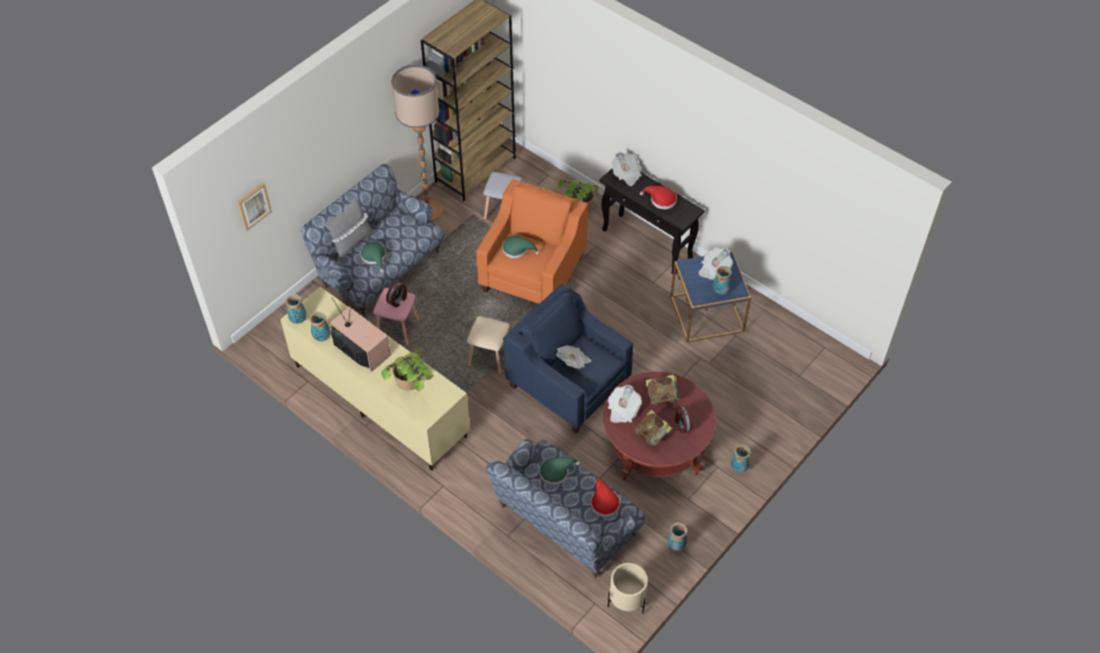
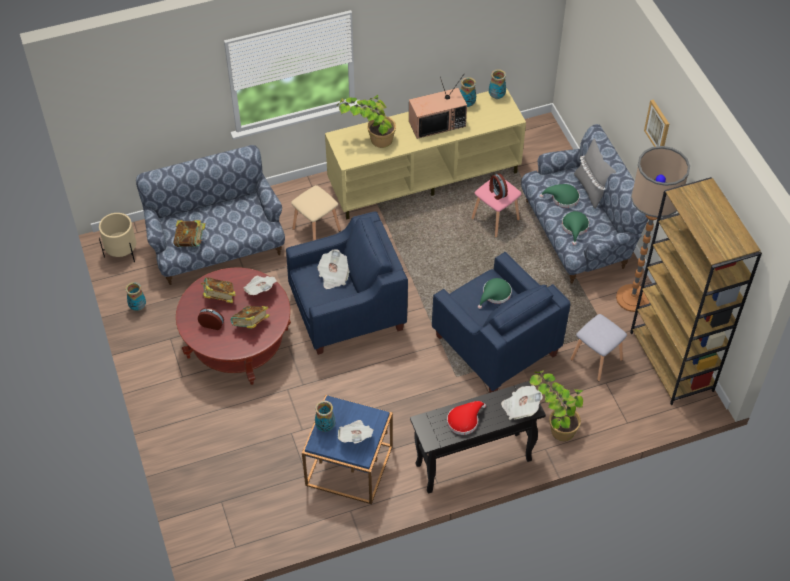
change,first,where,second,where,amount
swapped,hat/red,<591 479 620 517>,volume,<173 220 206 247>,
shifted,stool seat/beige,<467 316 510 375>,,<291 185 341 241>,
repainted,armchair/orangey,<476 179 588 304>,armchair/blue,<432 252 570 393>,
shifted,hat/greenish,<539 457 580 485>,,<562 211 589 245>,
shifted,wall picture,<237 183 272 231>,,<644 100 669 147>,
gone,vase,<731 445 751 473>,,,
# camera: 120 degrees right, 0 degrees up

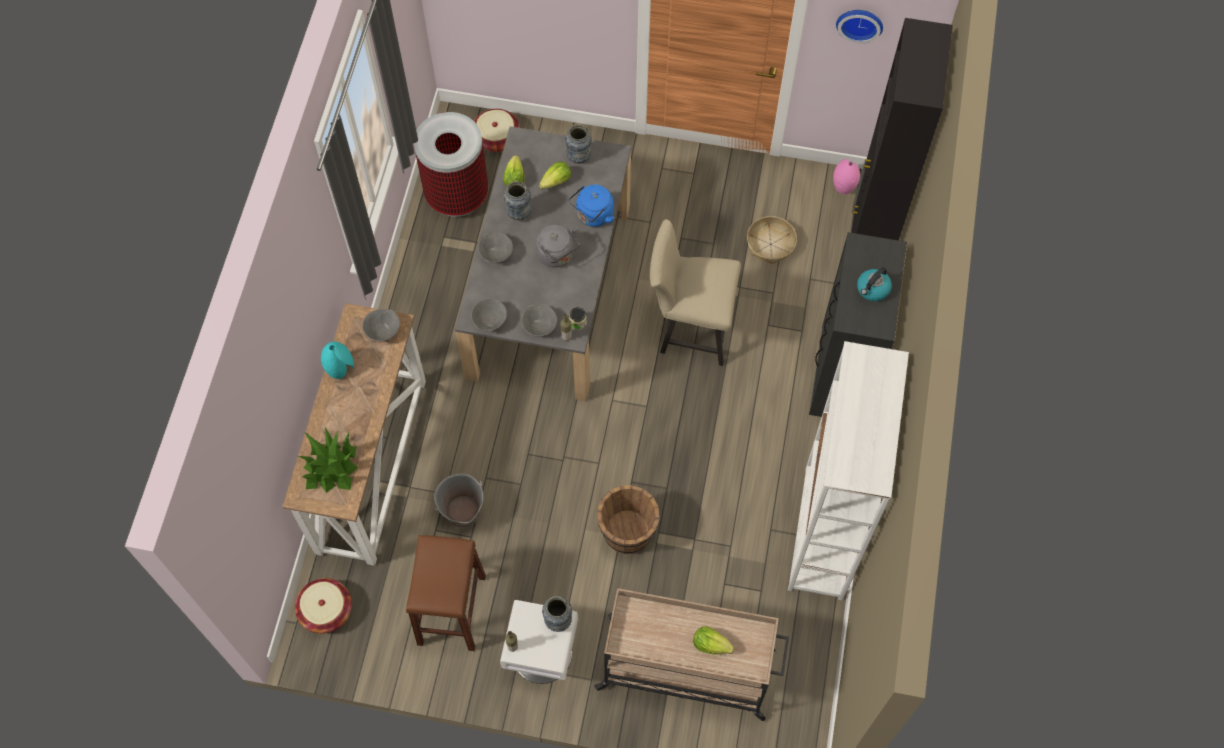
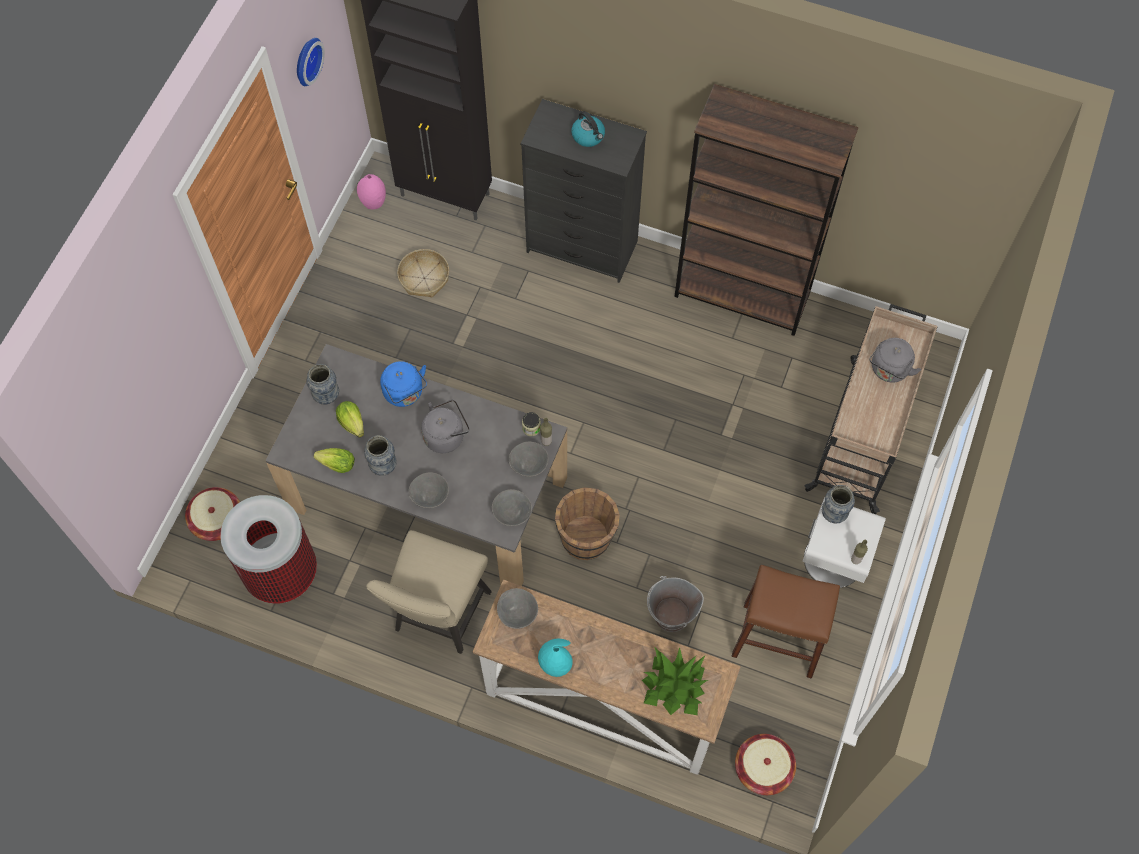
change,first,where,second,where,amount
shifted,plain chair/beige,<650 219 741 366>,,<366 530 492 654>,
shifted,bucket/brown-coloured,<597 485 660 554>,,<555 487 620 560>,
repainted,shelving unit/white-coloured,<788 341 909 601>,shelving unit/brown-coloured,<674 84 859 336>,
swapped,lettuce,<693 626 734 655>,tea kettle/grey,<869 338 921 383>,
# camera: 80 degrees left, 0 degrees up

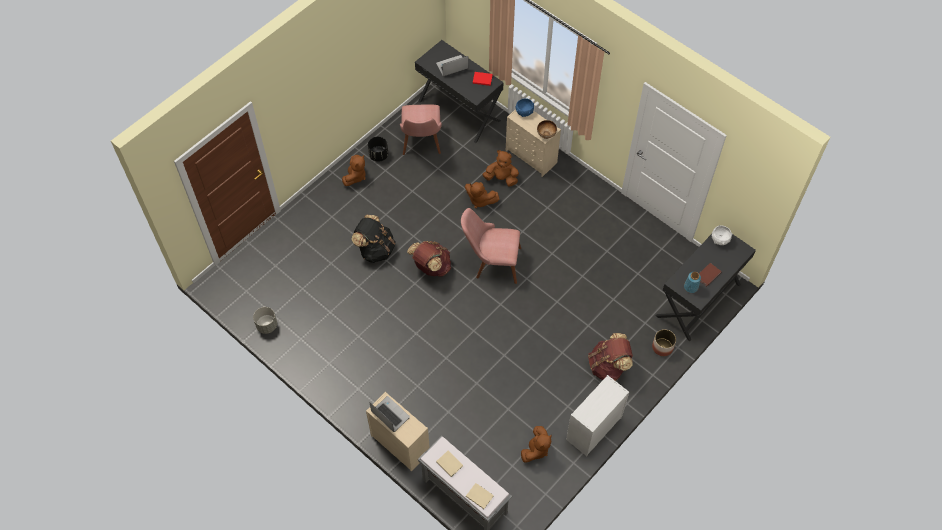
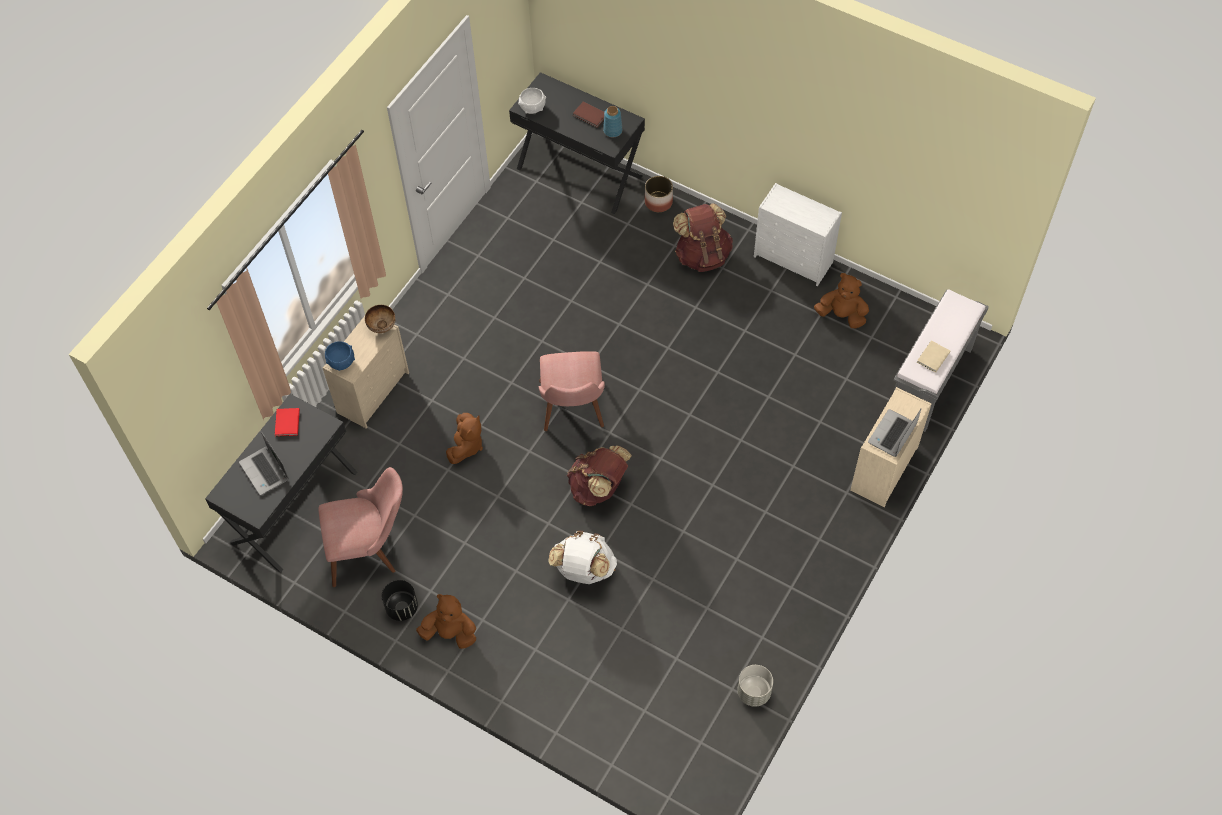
change,first,where,second,where,amount
repainted,backpack/blackish,<351 215 396 263>,backpack/white-coloured,<548 530 617 584>,
gone,volume/beige,<466 483 494 509>,,,
gone,soft toy/brown-coloured,<482 150 519 186>,,,
# camera: 100 degrees left, 0 degrees up

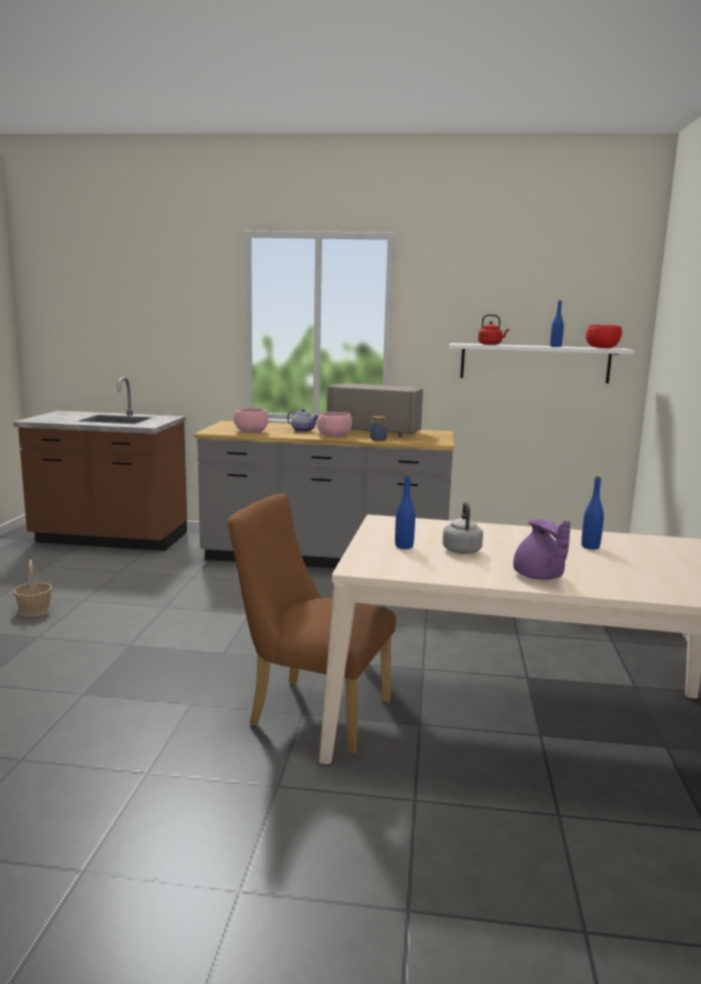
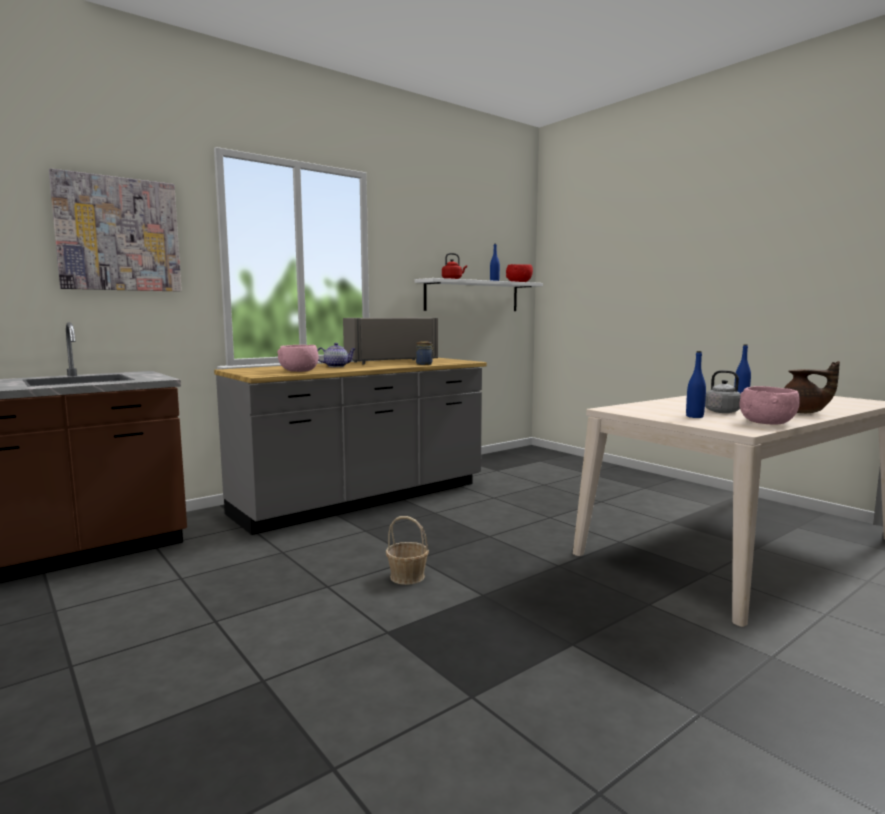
change,first,where,second,where,amount
new,,,wall picture,<49 168 182 292>,
shifted,storage basket,<13 560 52 617>,,<386 516 429 585>,
shifted,deep dish/pink-coloured,<317 412 352 437>,,<740 386 800 425>,
repainted,tea pot/purple-coloured,<513 520 570 580>,tea pot/brown-coloured,<784 361 840 413>,
gone,plain chair/brown-coloured,<228 494 396 754>,,,
# camera: 45 degrees left, 5 degrees down

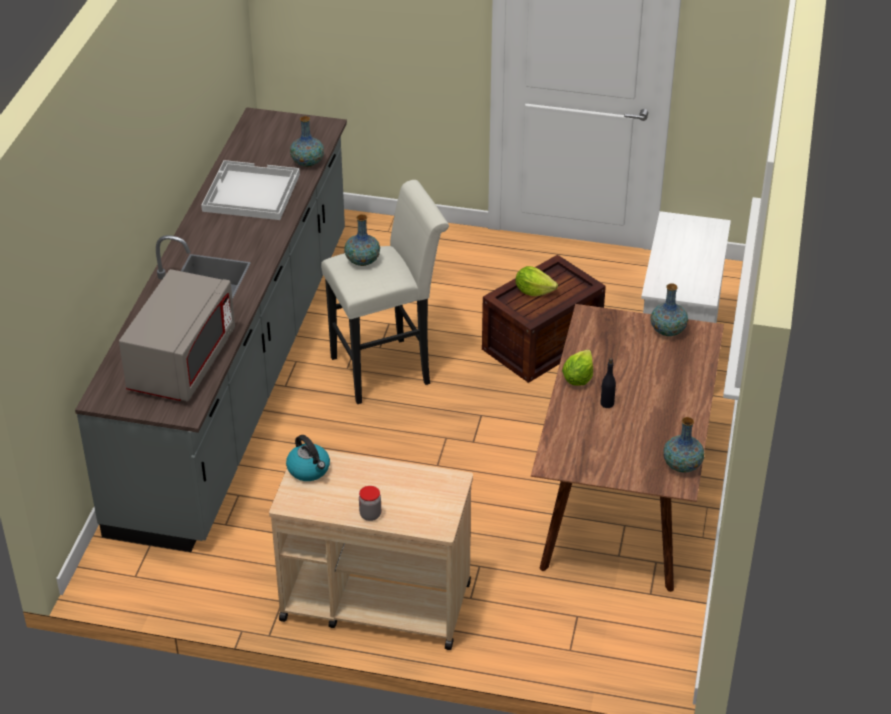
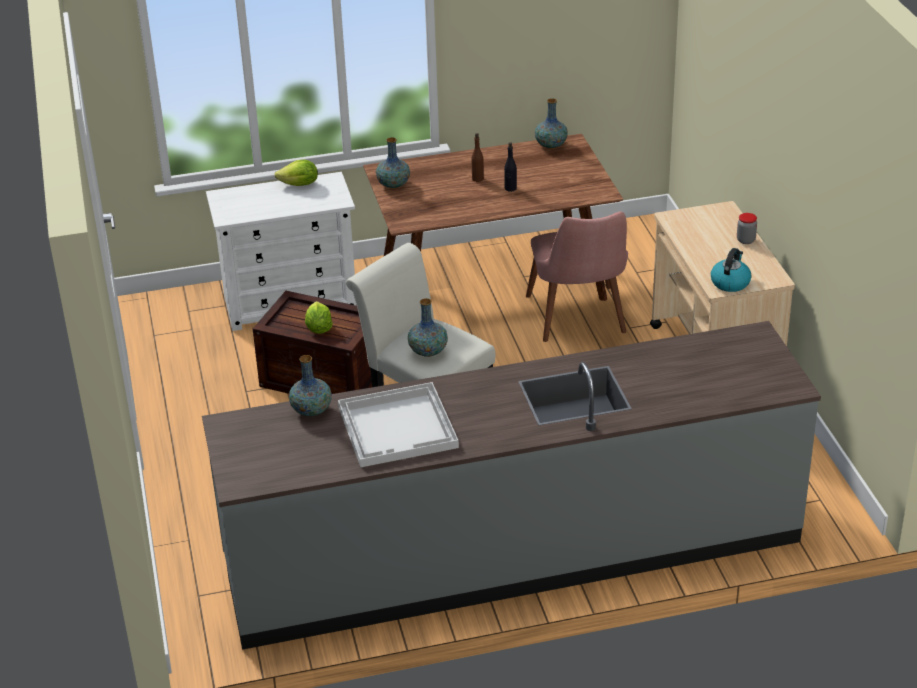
change,first,where,second,where,amount
shifted,lettuce,<562 349 593 386>,,<275 160 318 186>,
new,,,bottle/brown-coloured,<472 133 484 182>,
new,,,plain chair/pink-coloured,<526 211 628 342>,
gone,microwave/grey,<119 269 235 401>,,,
# camera: 115 degrees left, 5 degrees down

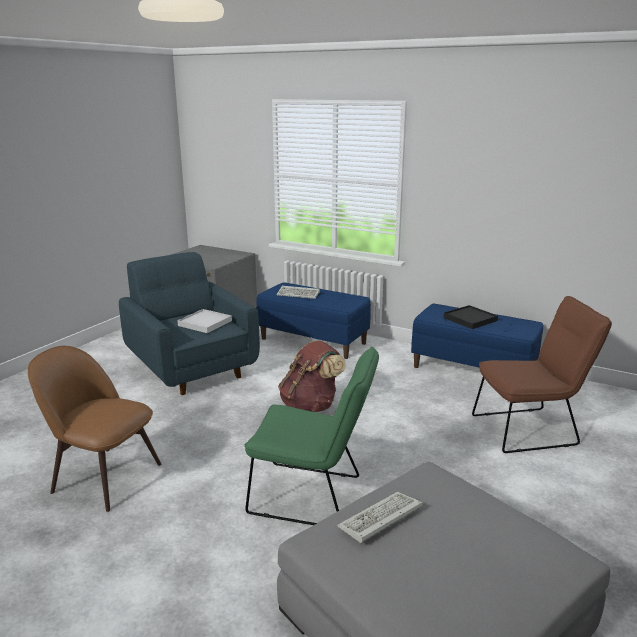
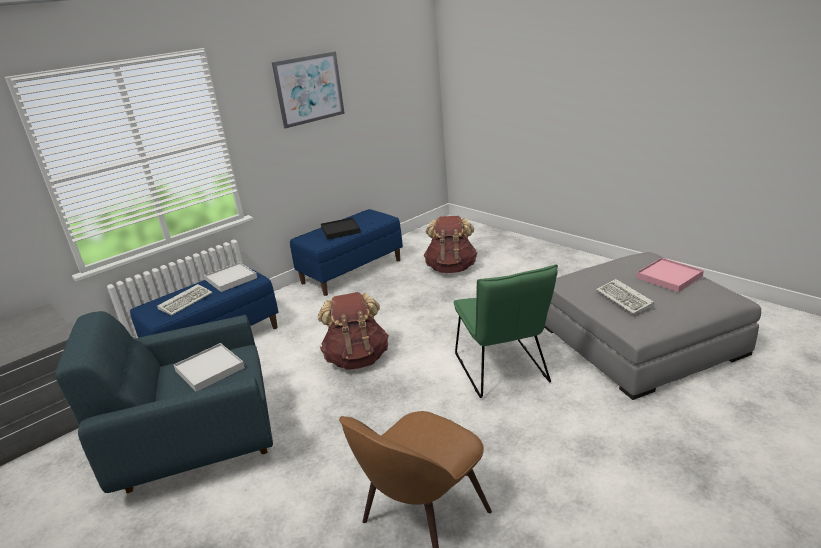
change,first,where,second,where,amount
new,,,carrying tray/white-coloured,<204 262 257 292>,
new,,,wall picture,<272 52 345 129>,
swapped,plain chair/brown-coloured,<472 296 612 453>,backpack/brown-coloured,<424 216 477 273>,
rotated,plain chair/greenish,<244 347 379 525>,,<454 264 558 398>,135 degrees clockwise
new,,,carrying tray/pink-coloured,<636 258 704 292>,
# camera: 70 degrees left, 5 degrees up

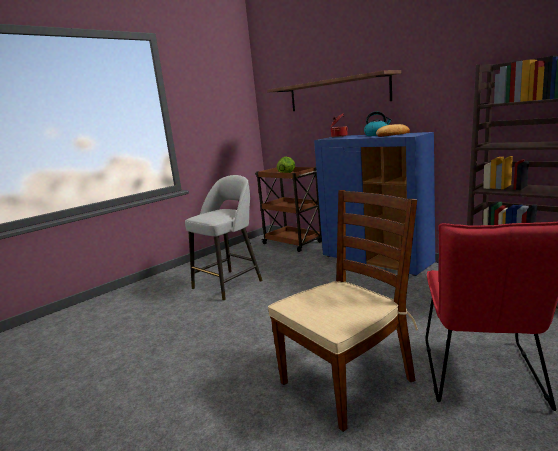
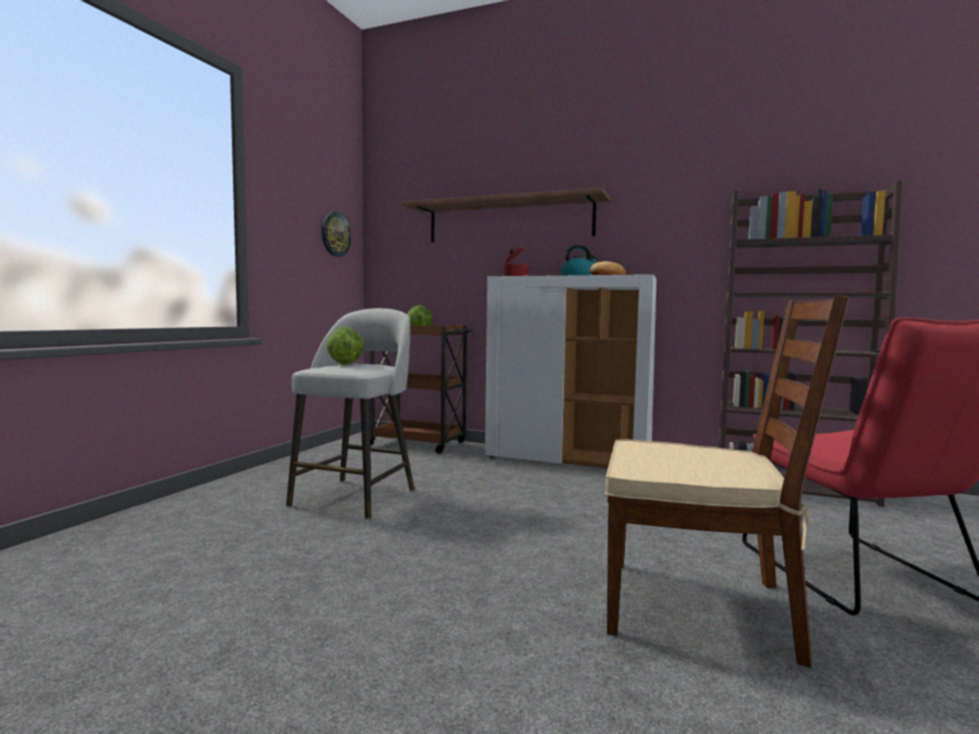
change,first,where,second,where,amount
new,,,wall clock,<322 212 351 257>,
new,,,lettuce,<326 327 364 365>,
repainted,cupboard/blue,<314 132 435 276>,cupboard/white-coloured,<485 274 657 468>,
rotated,plain chair/brown-coloured,<268 190 418 432>,,<605 295 849 668>,75 degrees clockwise
# camera: 25 degrees left, 10 degrees down

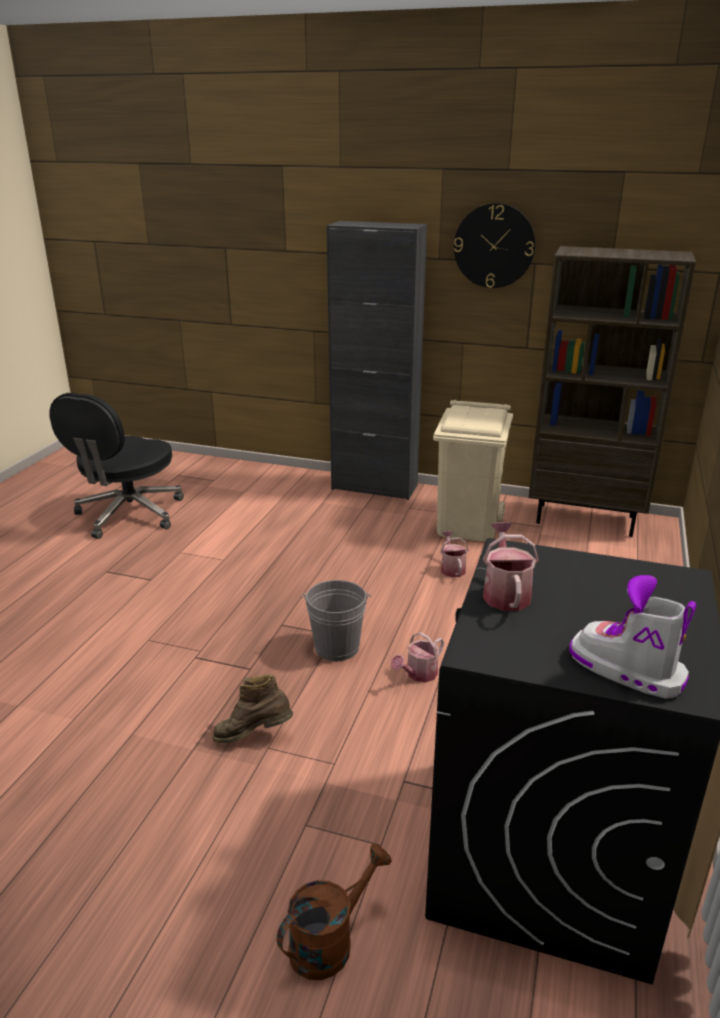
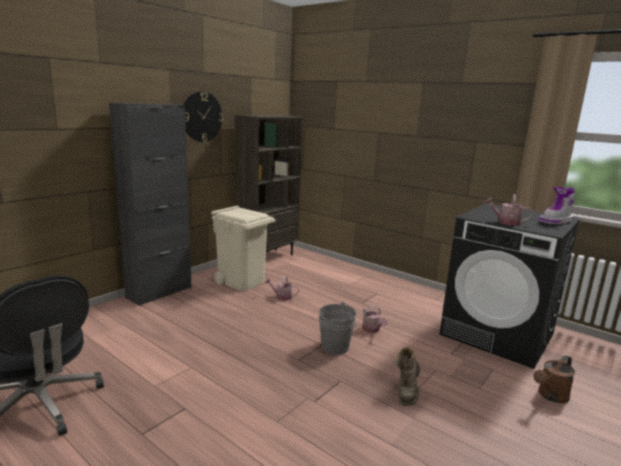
change,first,where,second,where,amount
rotated,watering can/brown-coloured,<277 844 392 980>,,<534 355 575 403>,105 degrees counterclockwise
# camera: 70 degrees left, 10 degrees down

